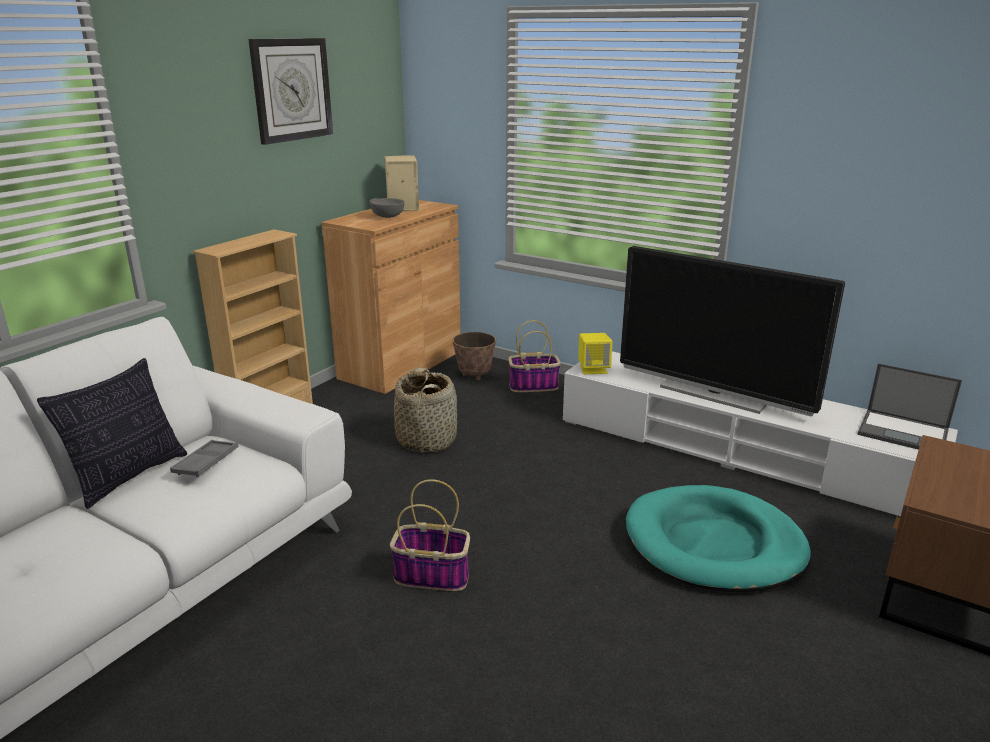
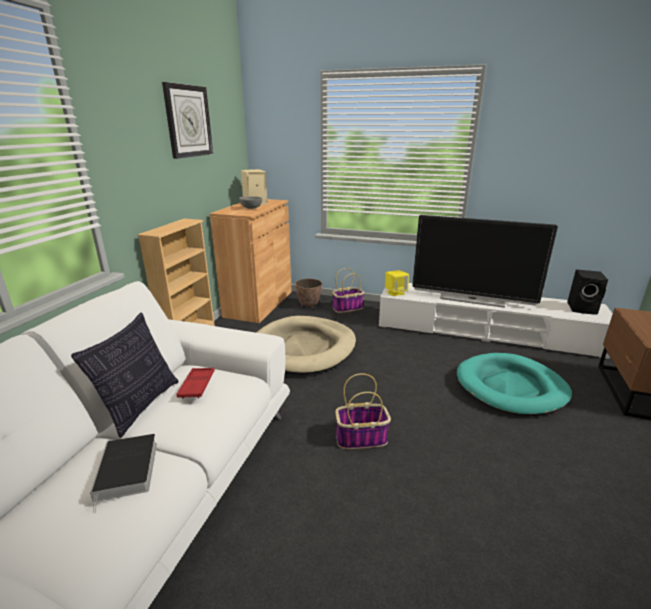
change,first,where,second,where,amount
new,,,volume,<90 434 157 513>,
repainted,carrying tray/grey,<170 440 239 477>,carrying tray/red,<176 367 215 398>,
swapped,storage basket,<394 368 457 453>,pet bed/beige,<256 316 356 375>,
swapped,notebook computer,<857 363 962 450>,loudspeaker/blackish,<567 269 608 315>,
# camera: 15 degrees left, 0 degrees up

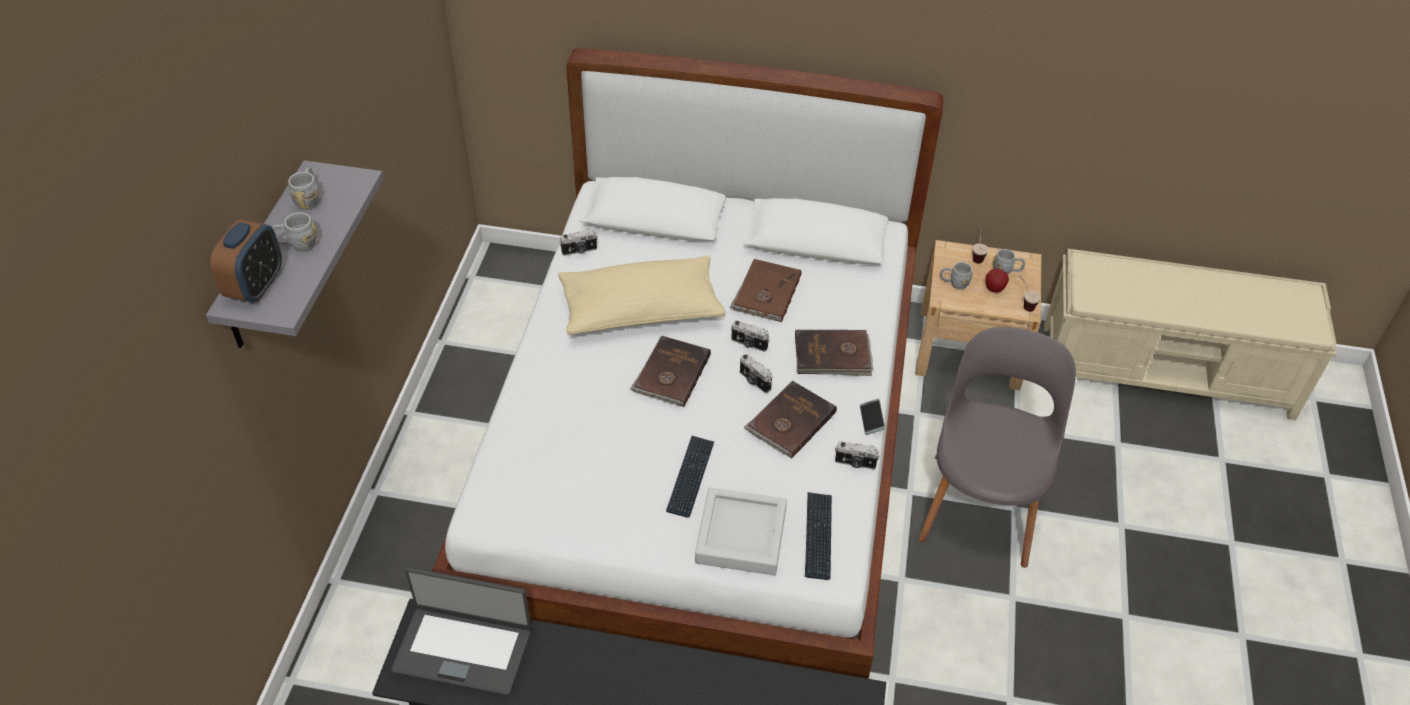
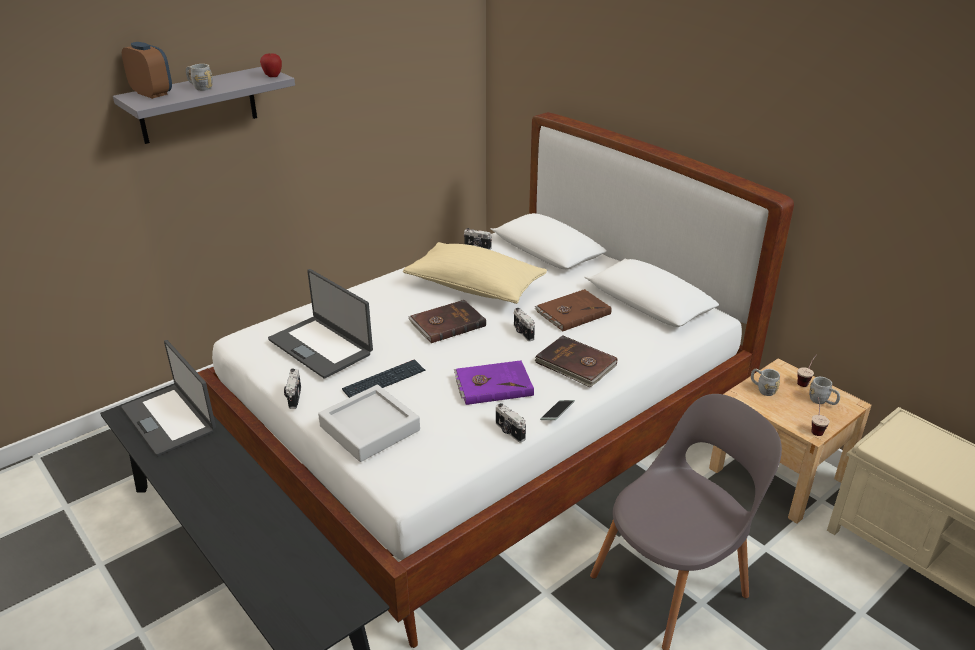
change,first,where,second,where,amount
rotated,alarm clock,<210 219 282 303>,,<122 42 172 99>,105 degrees counterclockwise
shifted,whole apple,<986 269 1009 293>,,<260 53 282 77>,
new,,,notebook computer,<268 269 373 379>,
shifted,still camera,<740 354 772 393>,,<284 369 301 409>,
repainted,volume/brown-coloured,<743 381 837 458>,volume/purple-coloured,<454 360 534 405>,
gone,coffee mug/grey,<288 167 319 210>,,,
gone,PC keyboard,<805 492 832 580>,,,
# camera: 40 degrees right, 15 degrees down

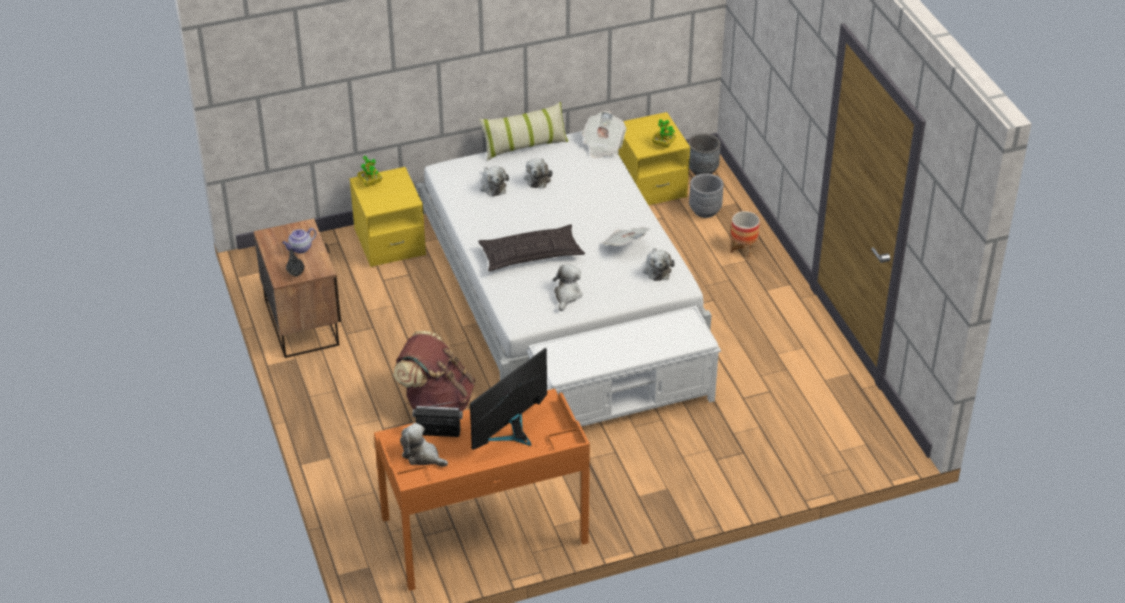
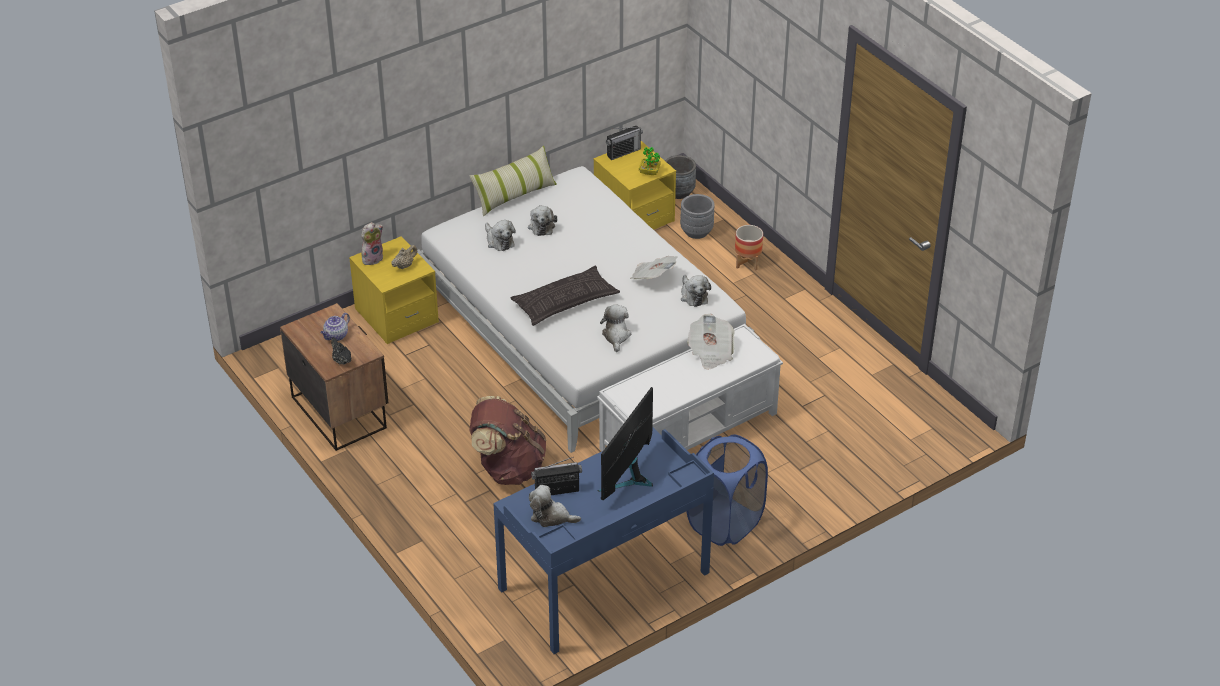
change,first,where,second,where,amount
swapped,potted plant,<357 156 382 186>,soft toy,<361 222 383 265>,
new,,,tea pot/beige,<391 245 417 269>,
repainted,desk unit/orangey,<374 389 590 591>,desk unit/blue,<493 427 714 654>,
new,,,radio set,<606 126 643 160>,
new,,,washing basket/blue,<686 434 768 546>,
shifted,newspaper,<582 111 627 158>,,<687 314 735 370>,
# camera: 15 degrees left, 0 degrees up

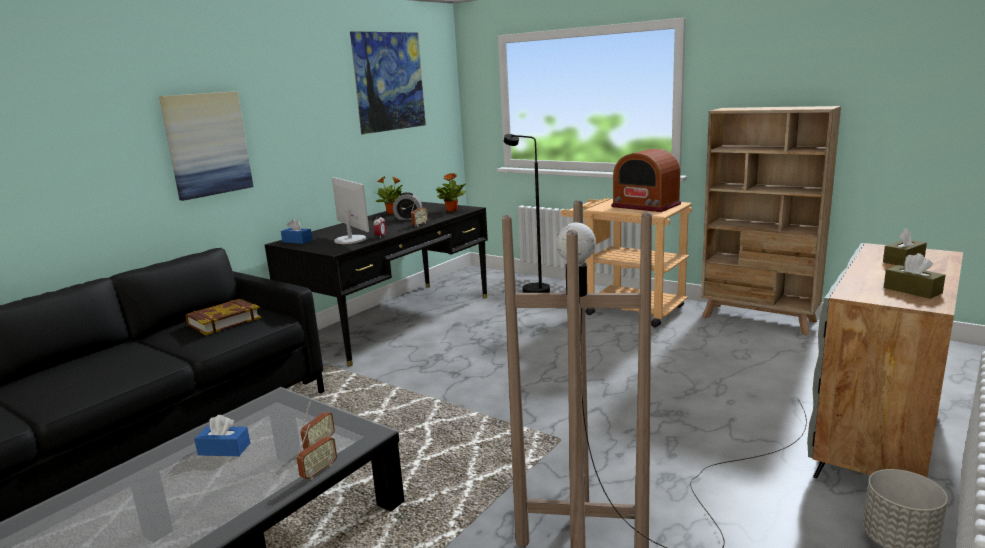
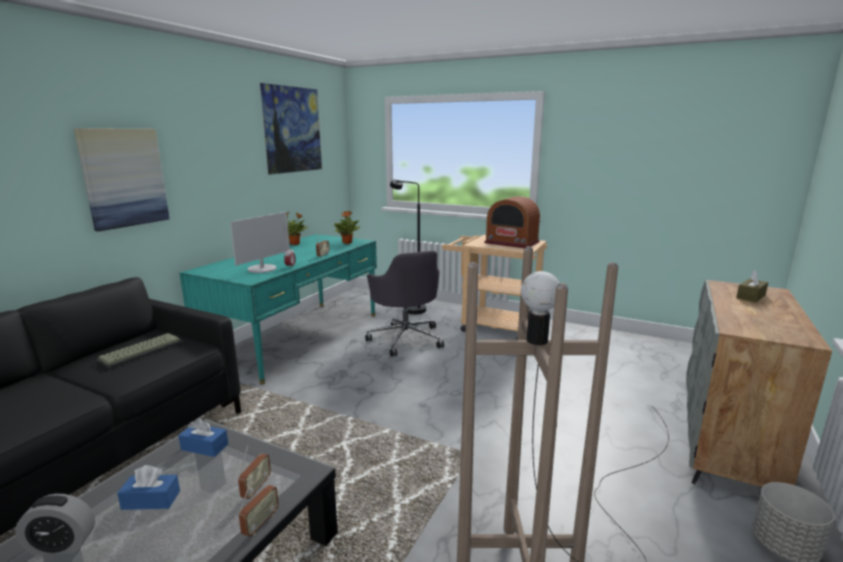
change,first,where,second,where,amount
shifted,alarm clock,<393 192 422 220>,,<15 494 95 556>,
swapped,volume,<185 299 261 335>,PC keyboard,<97 333 183 369>,
shifted,tissue box/blue,<281 219 312 244>,,<178 418 228 457>,
repainted,desk unit/blackish,<265 202 488 366>,desk unit/turquoise-coloured,<180 234 377 384>,
rotated,monitor,<332 177 369 244>,,<230 212 290 273>,75 degrees clockwise
new,,,office chair/grey,<365 250 444 357>,
gone,shelving unit/beige,<701 106 841 335>,,,
gone,tissue box/brown-coloured,<884 253 946 299>,,,
# camera: 10 degrees left, 0 degrees up

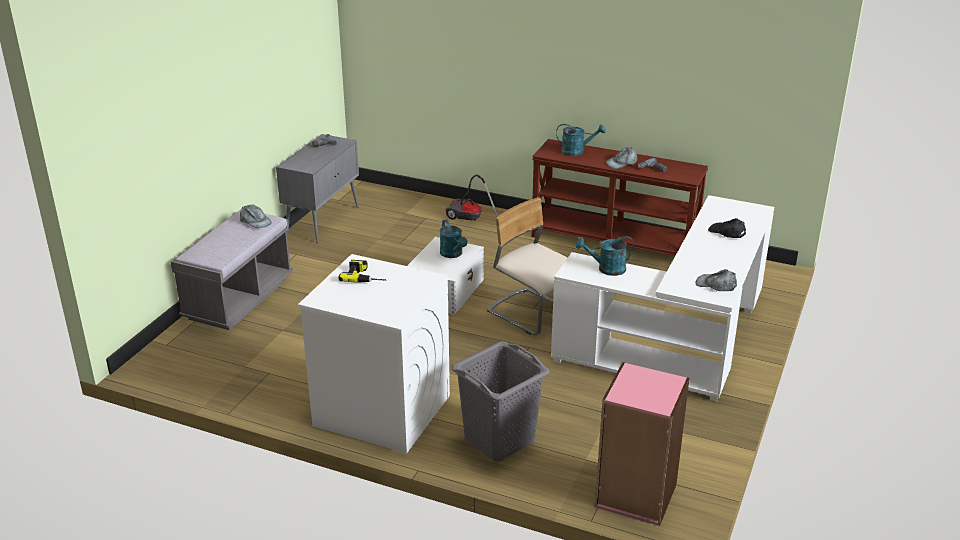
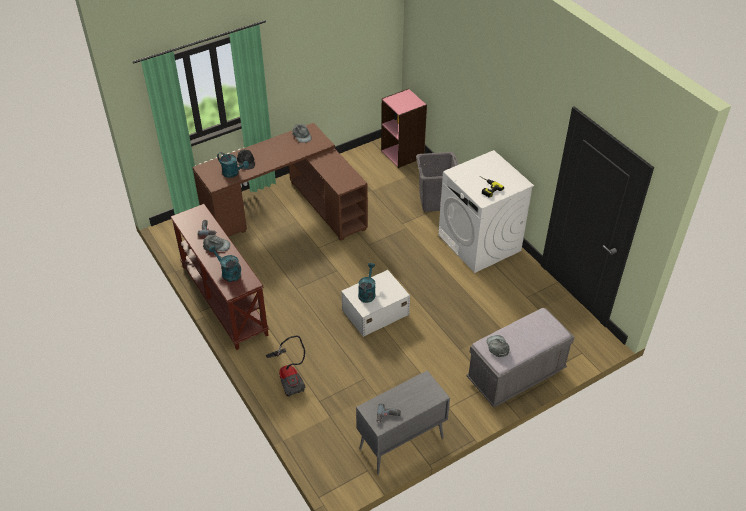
change,first,where,second,where,amount
repainted,desk unit/white-coloured,<551 195 774 401>,desk unit/brown-coloured,<192 123 368 241>,
shifted,watering can/turquoise-coloured,<576 236 635 276>,,<217 152 249 178>,
gone,plain chair/beige,<487 197 567 335>,,,
# camera: 145 degrees left, 15 degrees up

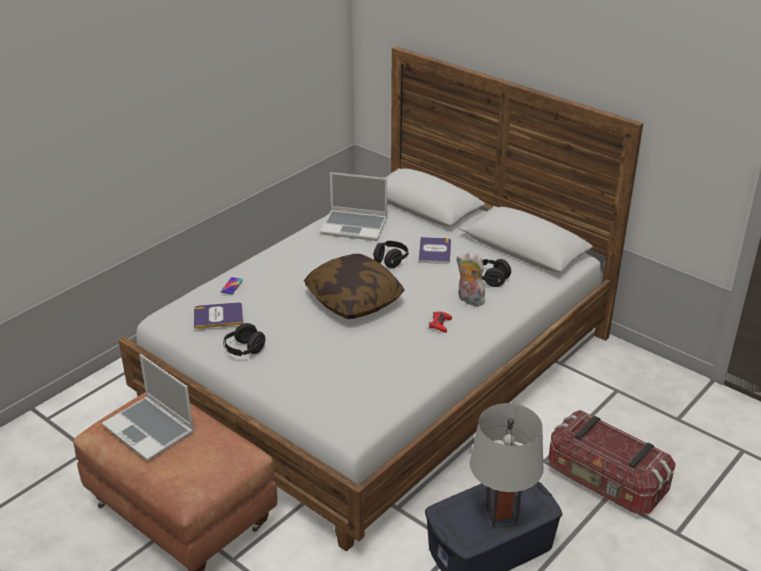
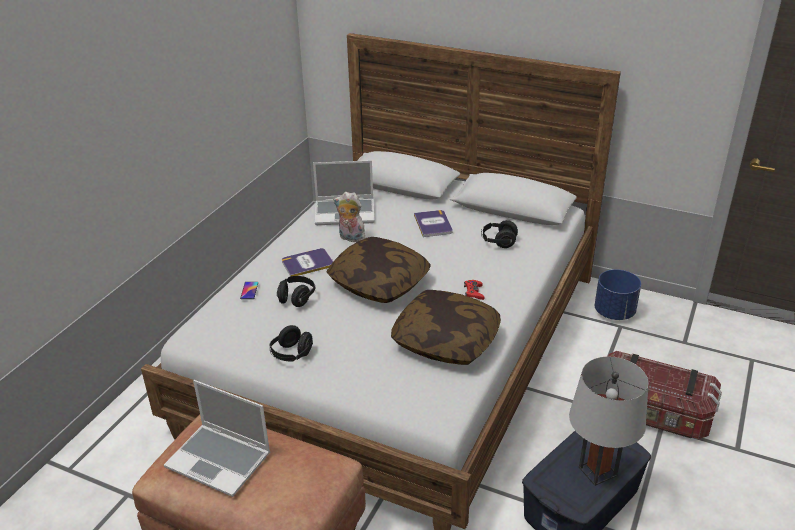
change,first,where,second,where,amount
shifted,headset/blackish,<373 241 409 268>,,<277 276 315 307>,
shifted,volume,<194 302 243 329>,,<282 248 333 276>,
shifted,soft toy,<456 252 485 306>,,<333 192 366 242>,
new,,,pillow,<391 290 501 365>,
new,,,flower pot/blue,<595 269 641 320>,
# camera: 15 degrees left, 0 degrees up

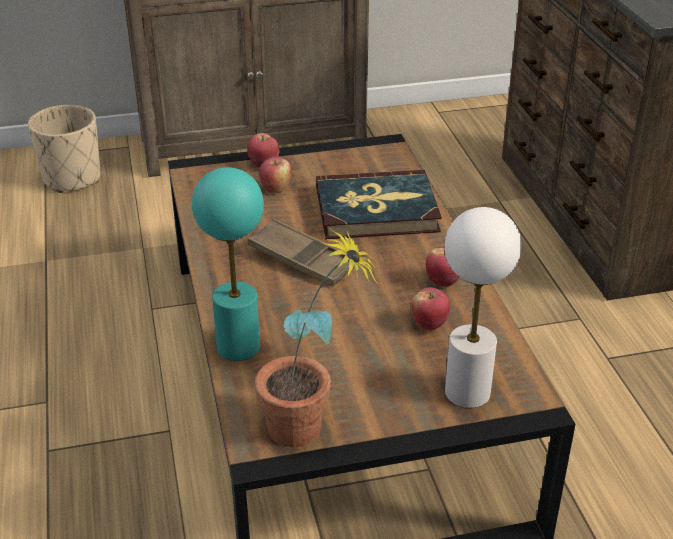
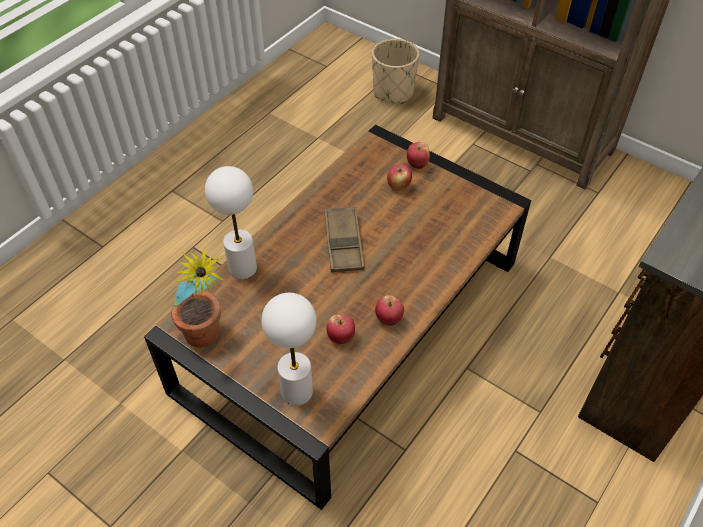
change,first,where,second,where,amount
repainted,table lamp/turquoise-coloured,<192 167 264 361>,table lamp/white-coloured,<205 166 257 279>,
gone,volume,<316 170 442 239>,,,
# camera: 50 degrees right, 15 degrees up

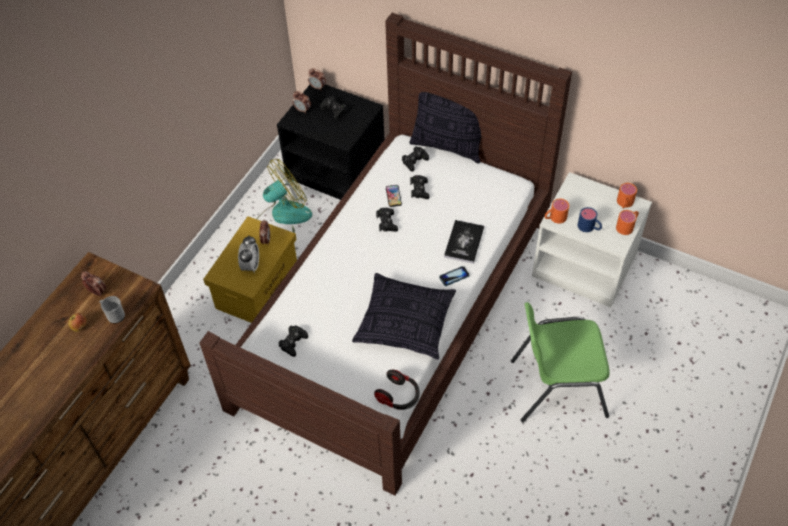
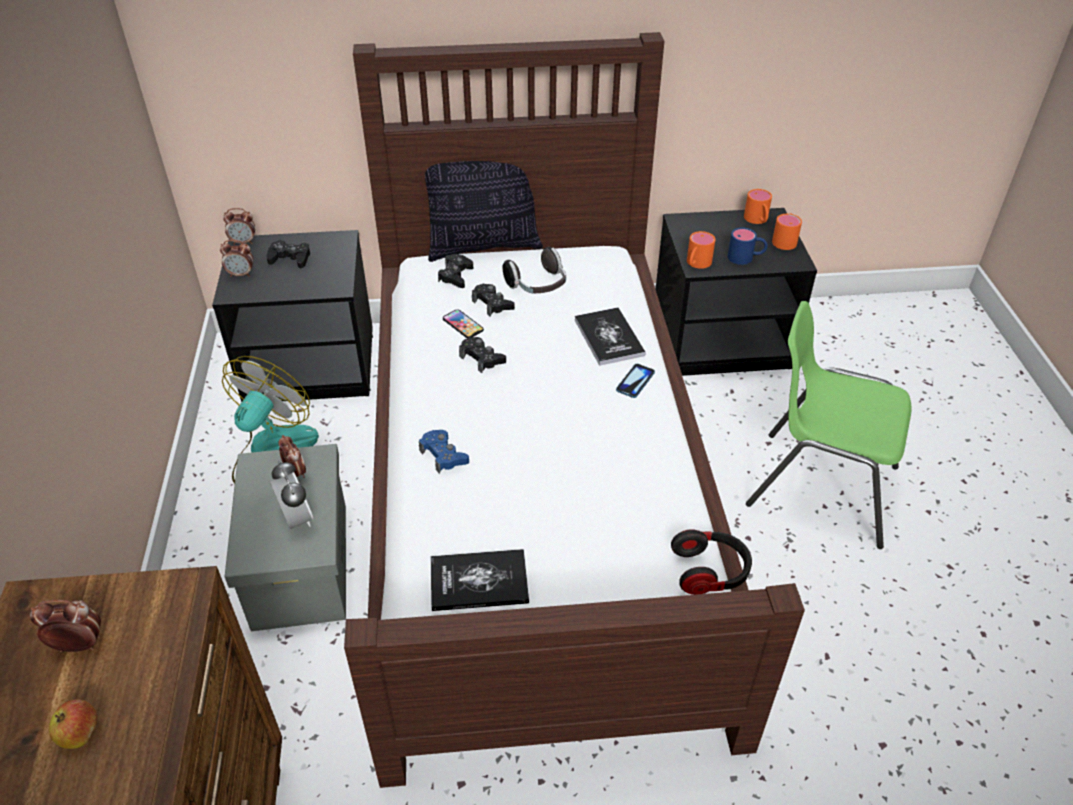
change,first,where,second,where,amount
repainted,storage container/yellow,<203 216 297 323>,storage container/grey,<225 444 346 631>,
new,,,gamepad/blue,<419 430 469 473>,
swapped,gamepad/blackish,<278 326 308 357>,volume,<431 549 529 611>,
new,,,headset,<502 247 566 293>,
repainted,nightstand/white-coloured,<532 172 652 308>,nightstand/blackish,<656 208 817 376>,
rotated,plain chair/greenish,<511 302 610 422>,,<746 301 911 549>,60 degrees clockwise
gone,coffee mug,<100 296 125 324>,,,
gone,pillow,<352 273 456 360>,,,
# camera: 35 degrees left, 10 degrees down

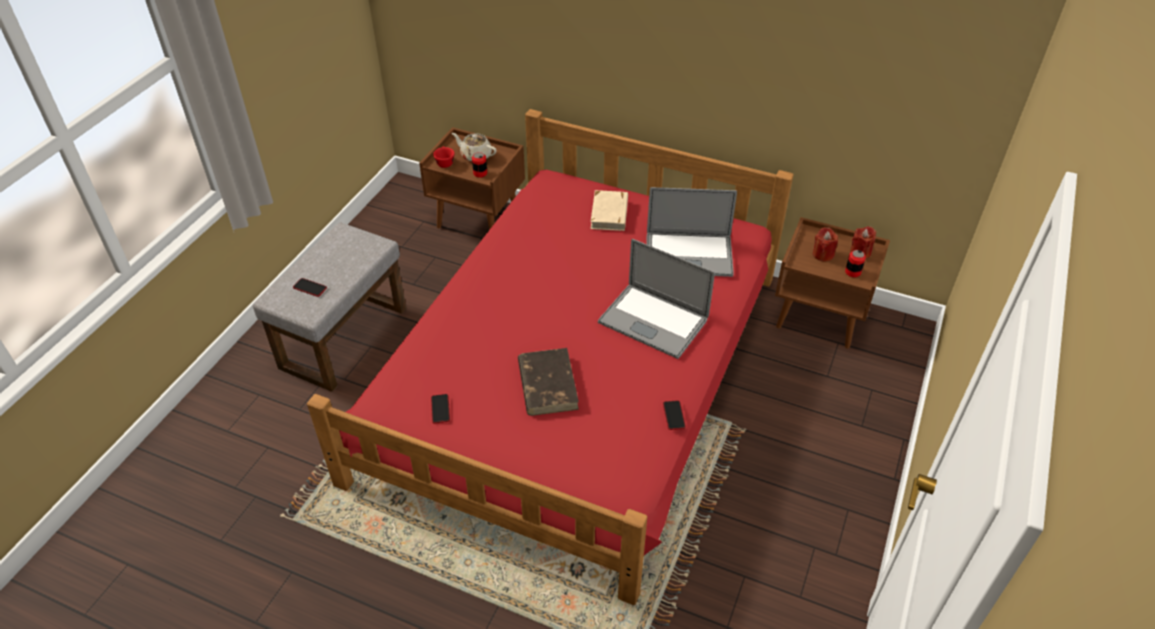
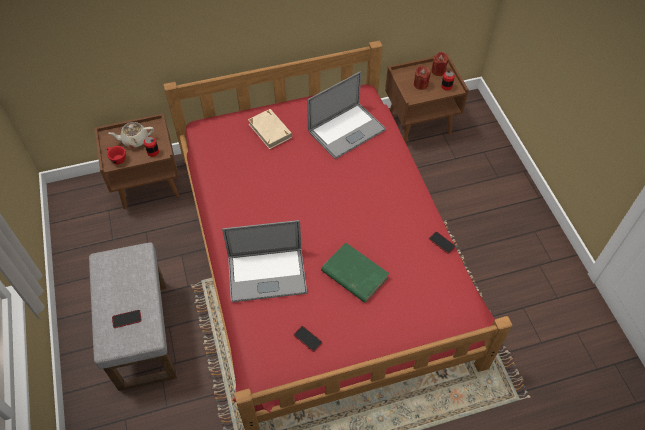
change,first,where,second,where,amount
shifted,notebook computer,<598 239 715 359>,,<222 220 307 302>,
repainted,volume/brown-coloured,<518 348 579 416>,volume/greenish,<321 243 389 303>,
# camera: 40 degrees left, 10 degrees up

